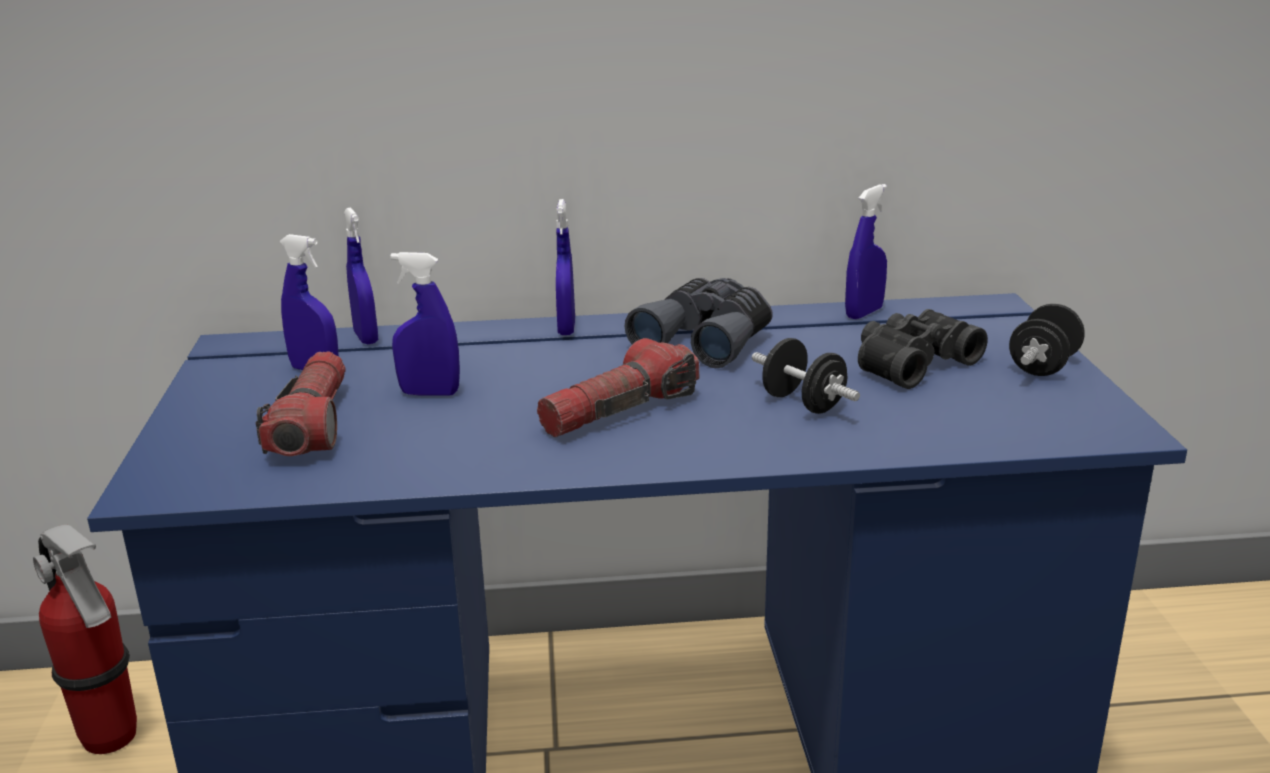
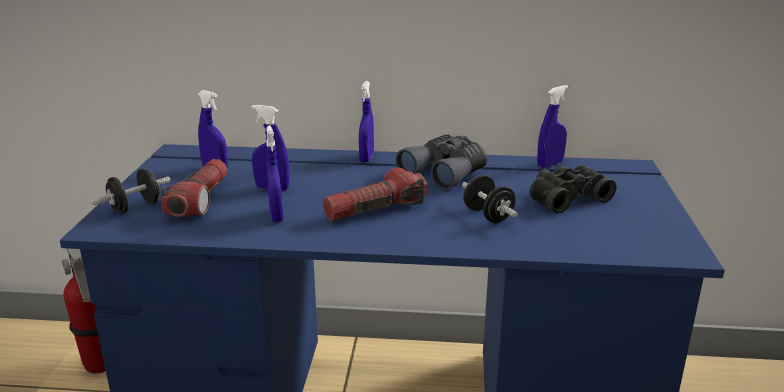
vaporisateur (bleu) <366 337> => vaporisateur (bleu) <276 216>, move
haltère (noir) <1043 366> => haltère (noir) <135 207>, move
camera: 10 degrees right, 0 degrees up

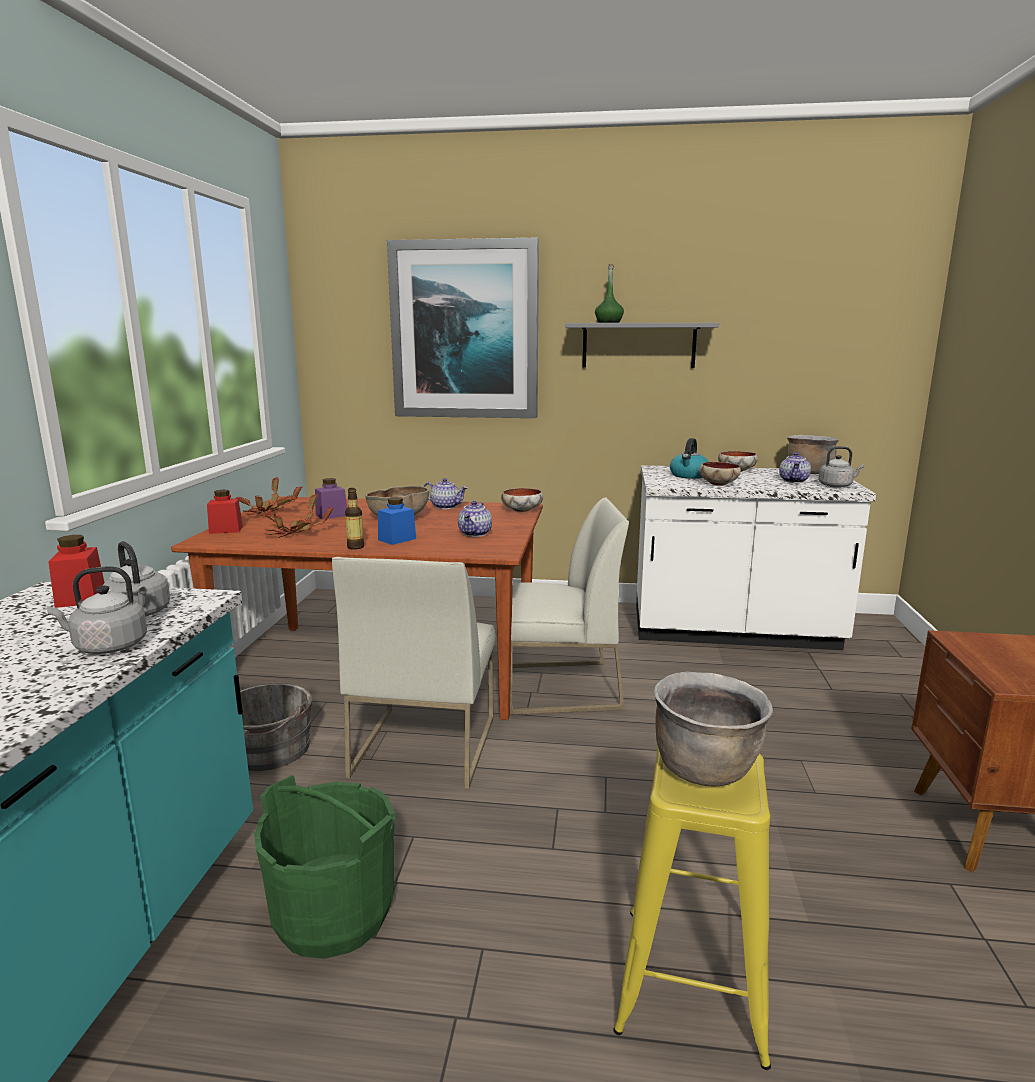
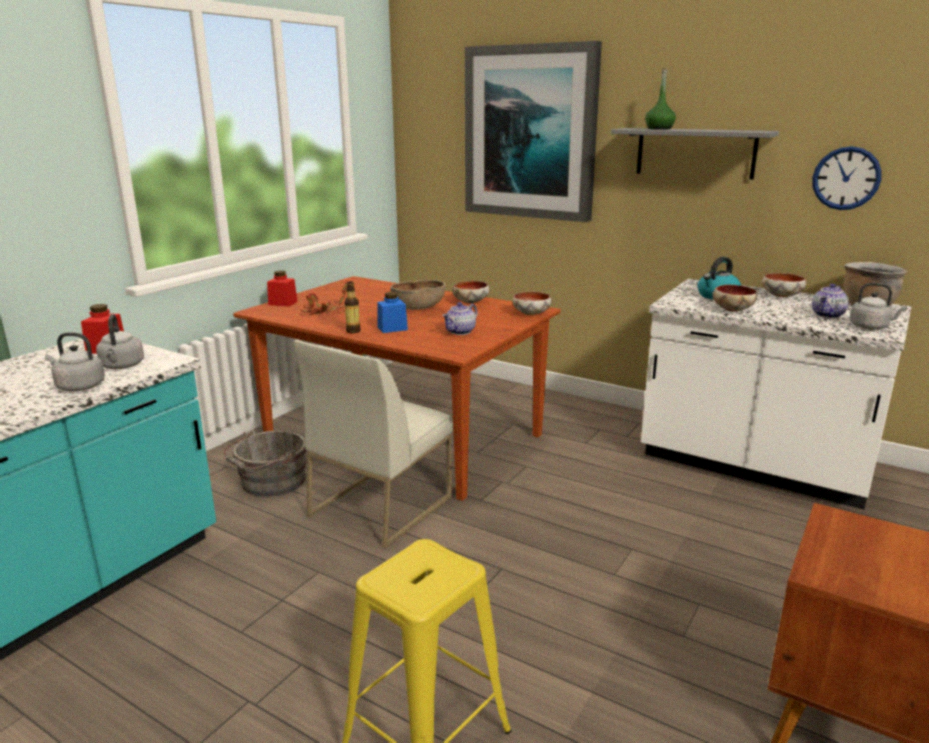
plante en pot <268 512> => nothing
seau (vert) <333 914> => nothing
bocal (violet) <331 515> => nothing
théière <446 506> => bol <471 301>
chaise (blanc) <558 687> => nothing
marmite (marron) <705 769> => nothing
nothing => horloge murale <846 178>
camera: 25 degrees right, 5 degrees up

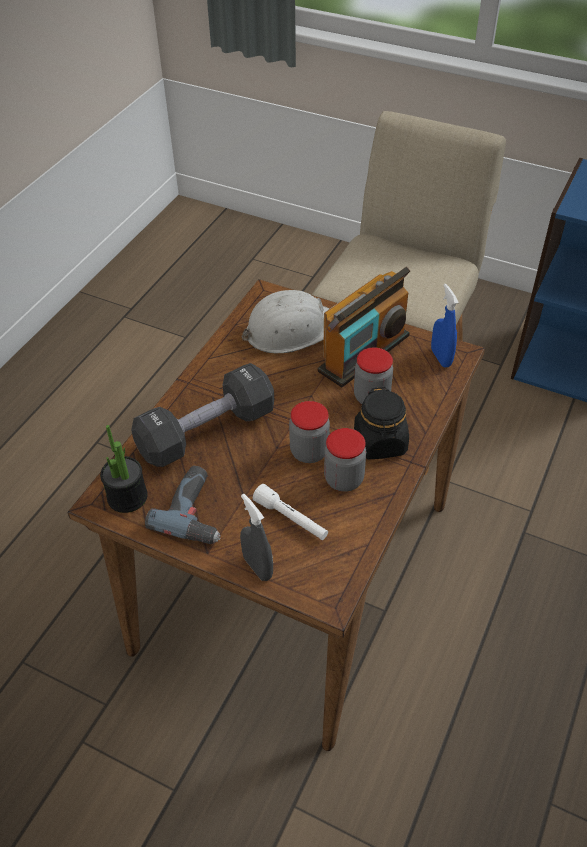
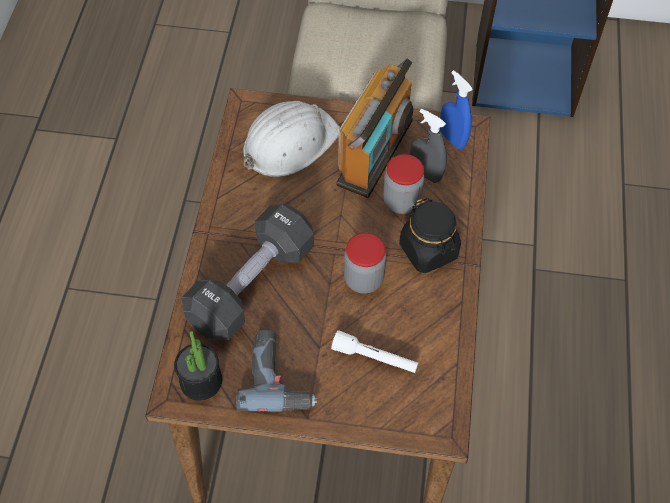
vaporisateur (gris) <257 567> => vaporisateur (gris) <425 174>, move
bocal <344 479> => nothing
camera: 20 degrees left, 10 degrees up

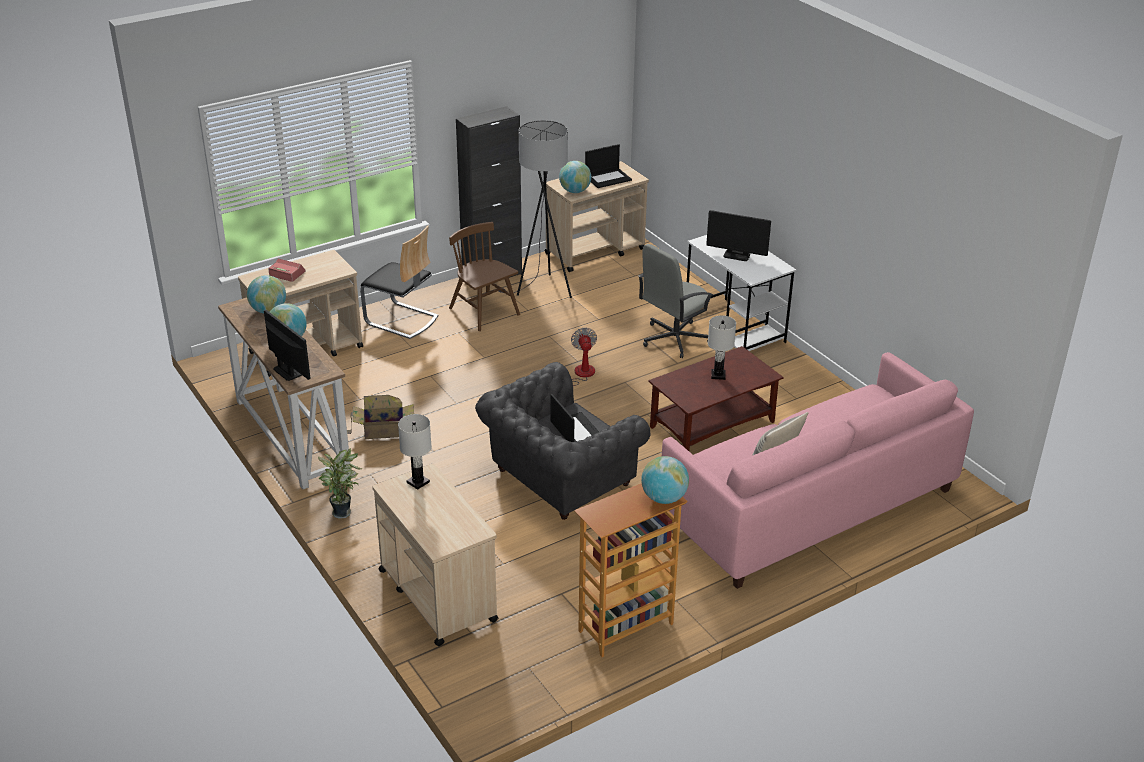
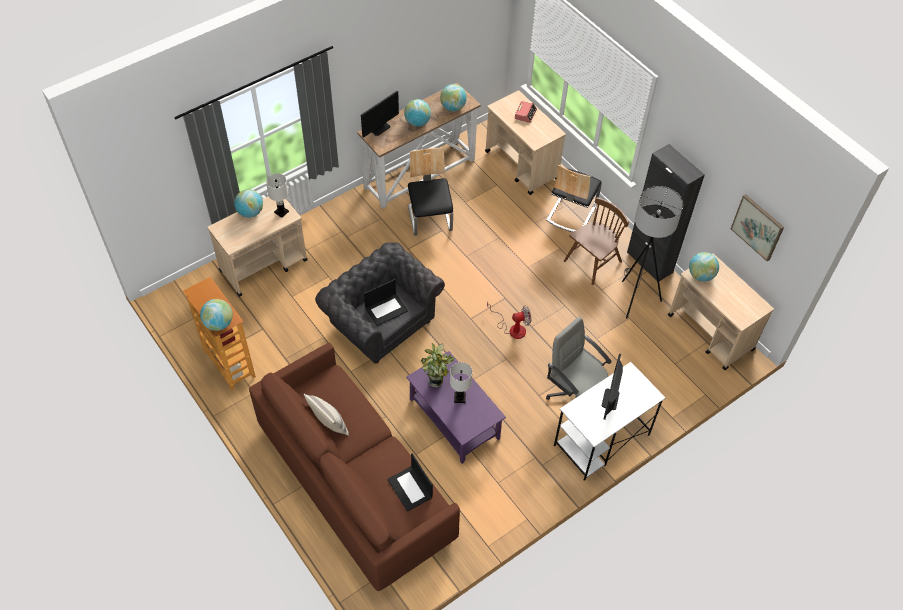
plante en pot <343 511> => plante en pot <437 382>, move
carton <382 430> => chaise <430 218>
ordinateur portable <608 178> => ordinateur portable <410 488>, move
table basse (marron) <711 425> => table basse (violet) <453 418>
canapé (rose) <809 506> => canapé (marron) <354 482>
nothing => globe <250 212>
nothing => tableau <757 227>
camera: 85 degrees right, 20 degrees up

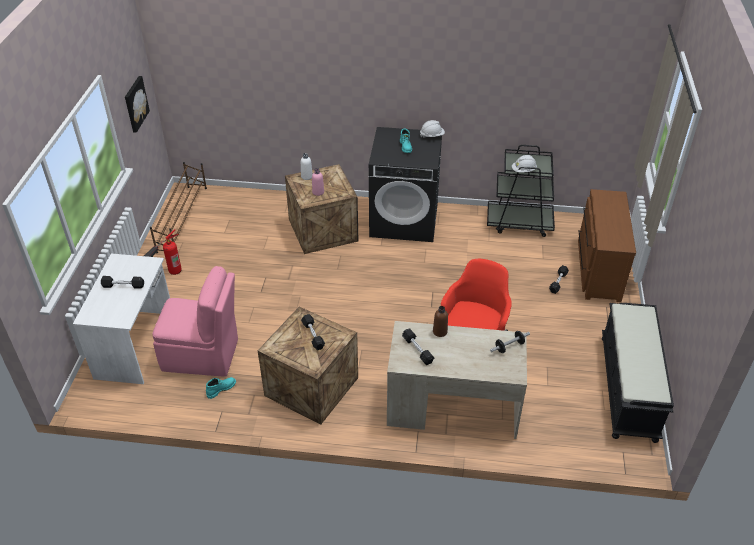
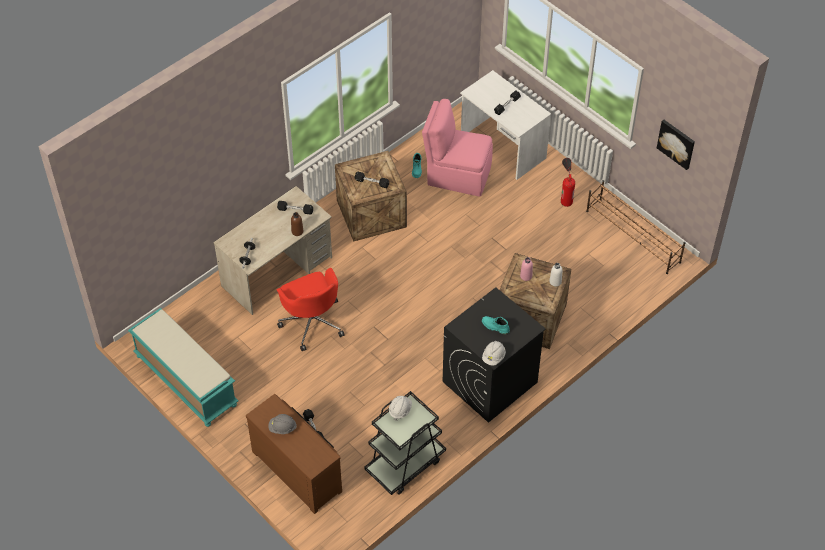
chaise (rose) <202 355> => chaise (rose) <457 175>, 60 degrees clockwise
banc (noir) <629 388> => banc (turquoise) <185 380>
nothing => casque de chantier (gris) <282 428>
camera: 130 degrees right, 10 degrees up

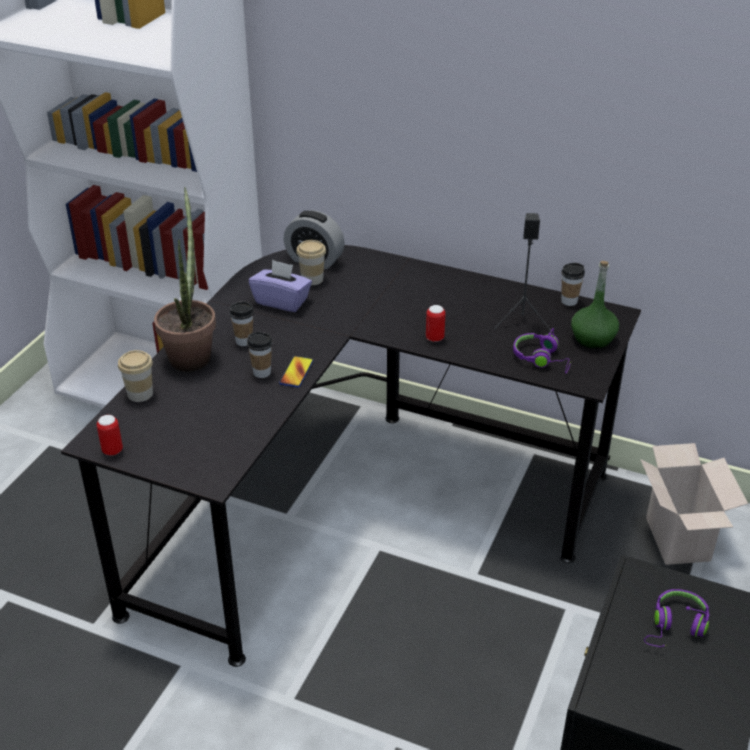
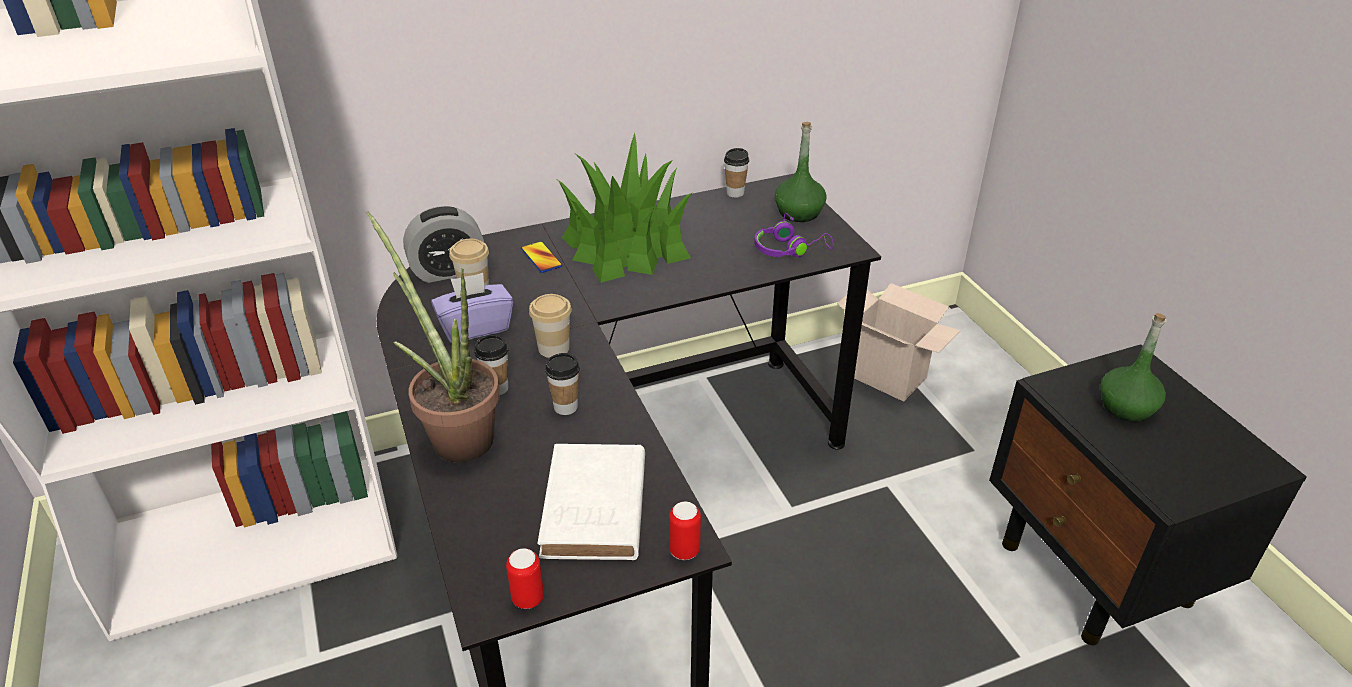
tasse <140 394> => tasse <553 348>, move
téléphone <296 372> => téléphone <541 258>, move
boîte métallique <434 338> => boîte métallique <684 550>, move
enceinte (noir) <522 320> => nothing
casque audio (violet) <675 626> => bouteille (vert) <1126 407>
nothing => livre (blanc) <594 510>
nothing => plante en pot <627 246>
camera: 45 degrees left, 0 degrees up

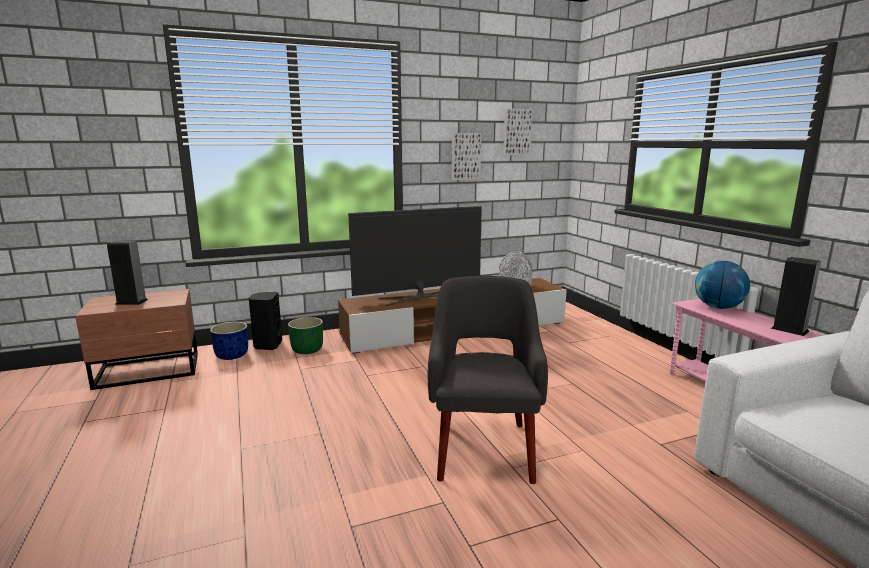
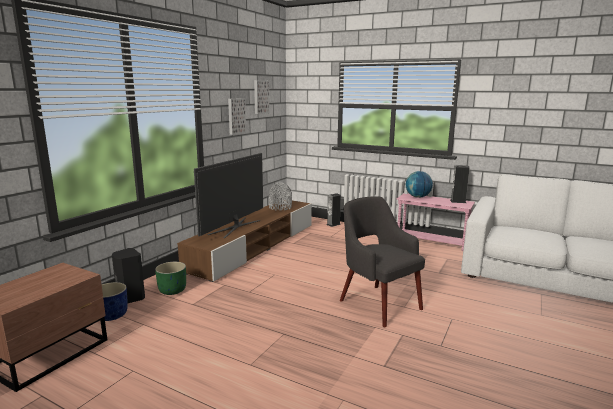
enceinte <131 302> => enceinte <333 224>, move
camera: 40 degrees left, 0 degrees up

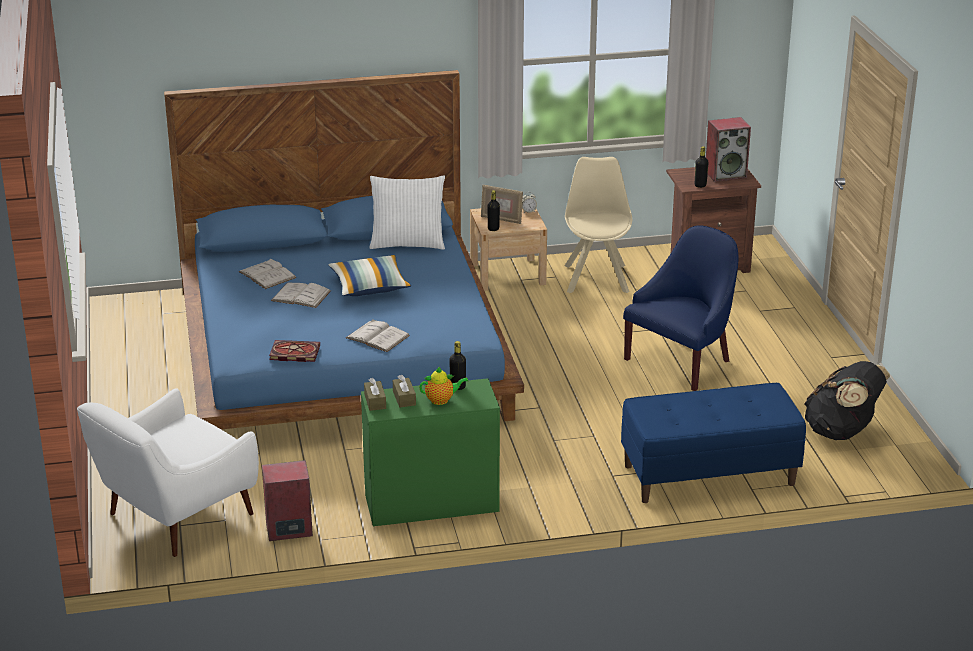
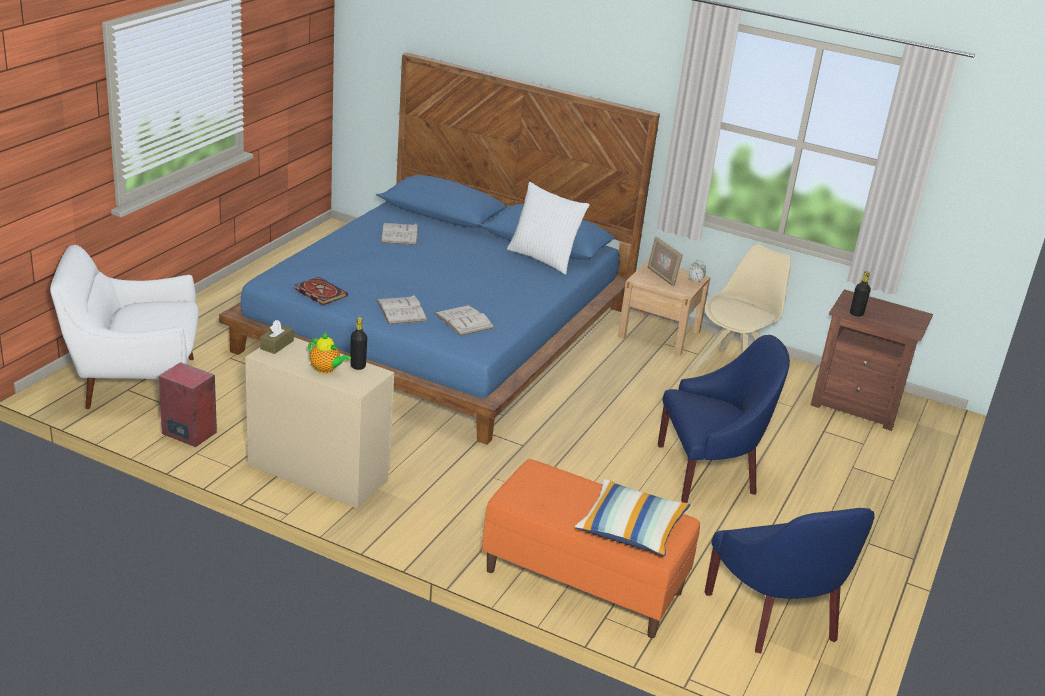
livre (blanc) <301 296> => livre (blanc) <464 320>, move
coussin <370 286> => coussin <631 529>, move
commode (vert) <430 502> => commode (beige) <318 471>
boîte à mouchoirs (marron) <404 398> => nothing
bouteille (noir) <493 229> => nothing
banc (bleu) <708 475> => banc (orange) <582 582>
enceinte <726 174> => nothing
sac à dos (noir) <842 432> => fauteuil (bleu) <777 617>
camera: 35 degrees right, 0 degrees up

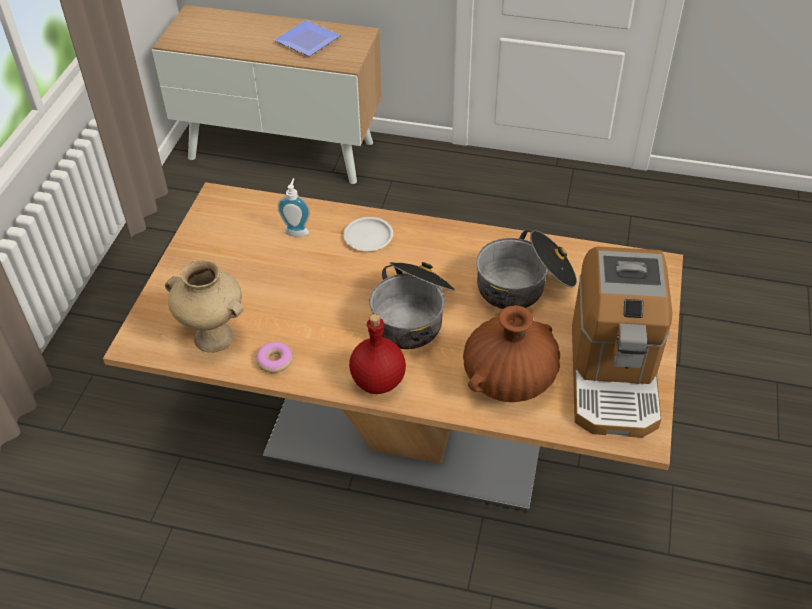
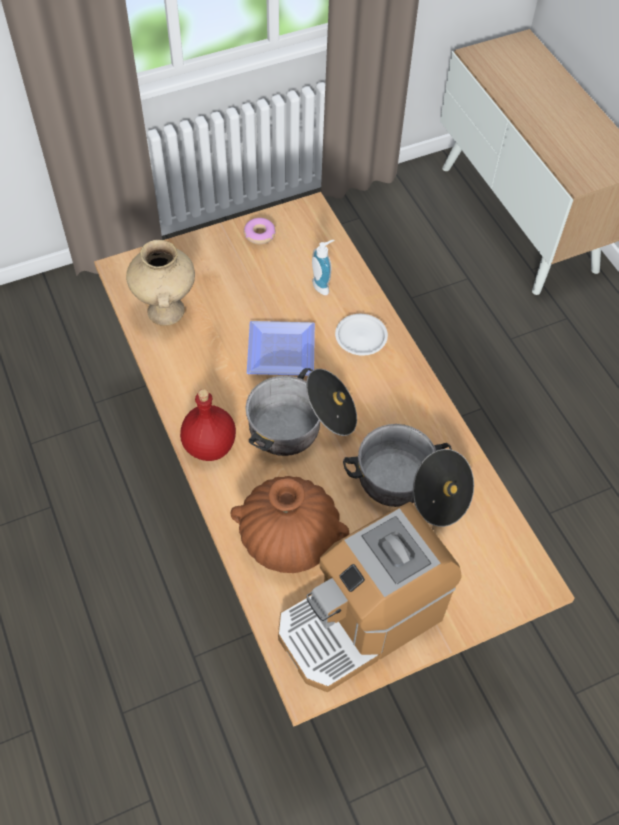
beignet <275 361> => beignet <259 234>, move
assiette <310 40> => assiette <283 352>, move
camera: 50 degrees right, 10 degrees up

